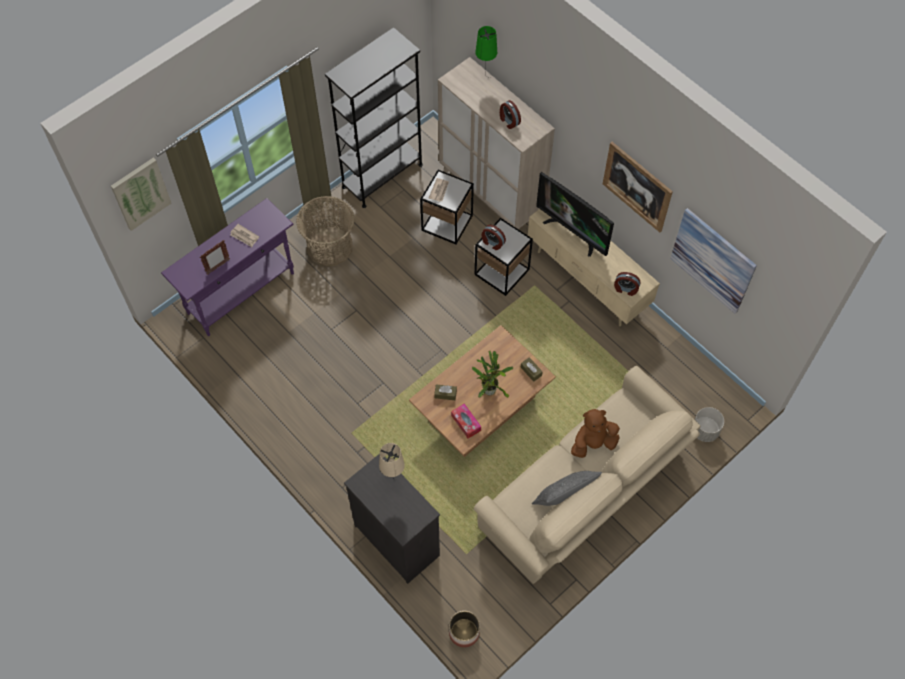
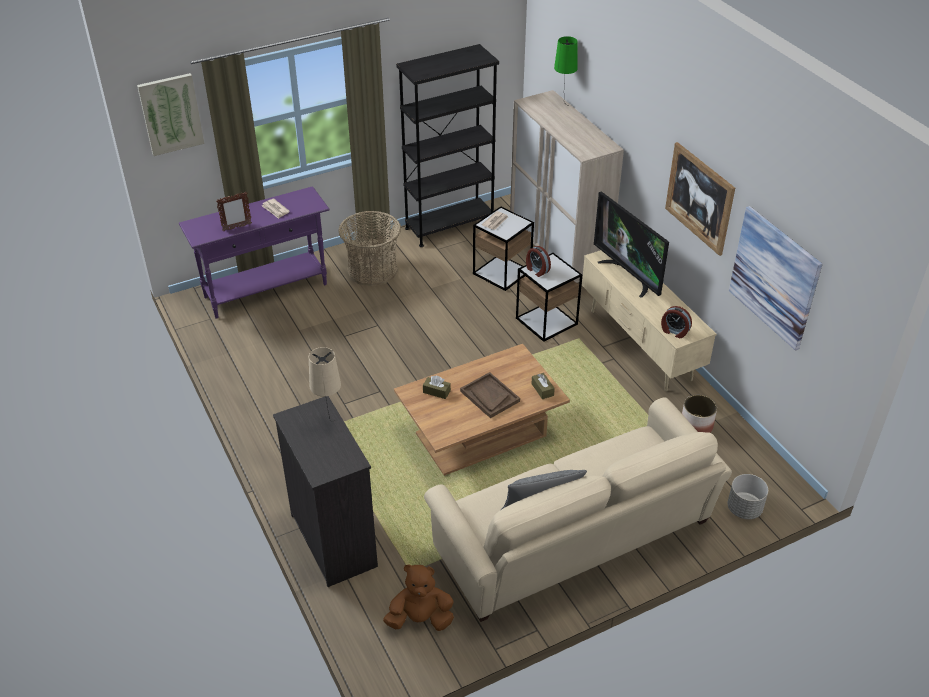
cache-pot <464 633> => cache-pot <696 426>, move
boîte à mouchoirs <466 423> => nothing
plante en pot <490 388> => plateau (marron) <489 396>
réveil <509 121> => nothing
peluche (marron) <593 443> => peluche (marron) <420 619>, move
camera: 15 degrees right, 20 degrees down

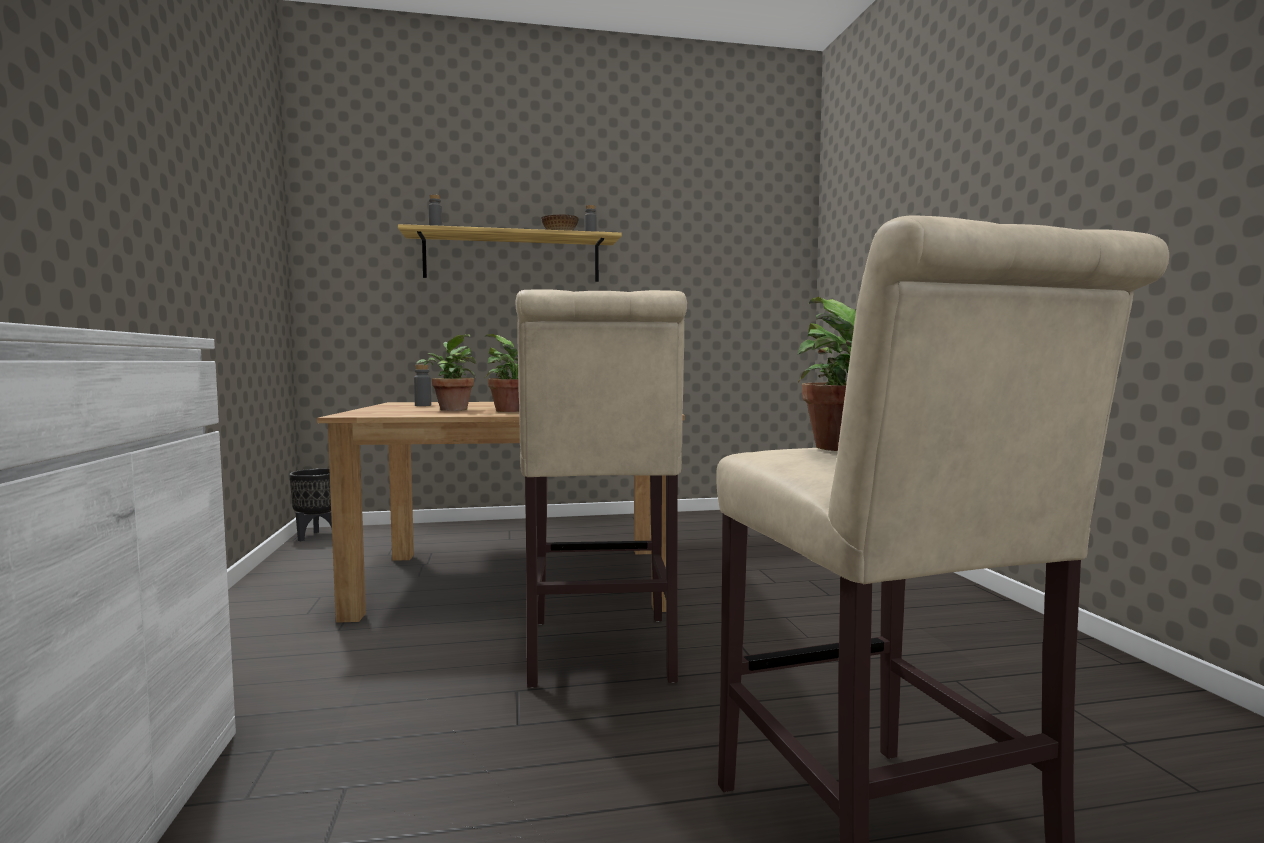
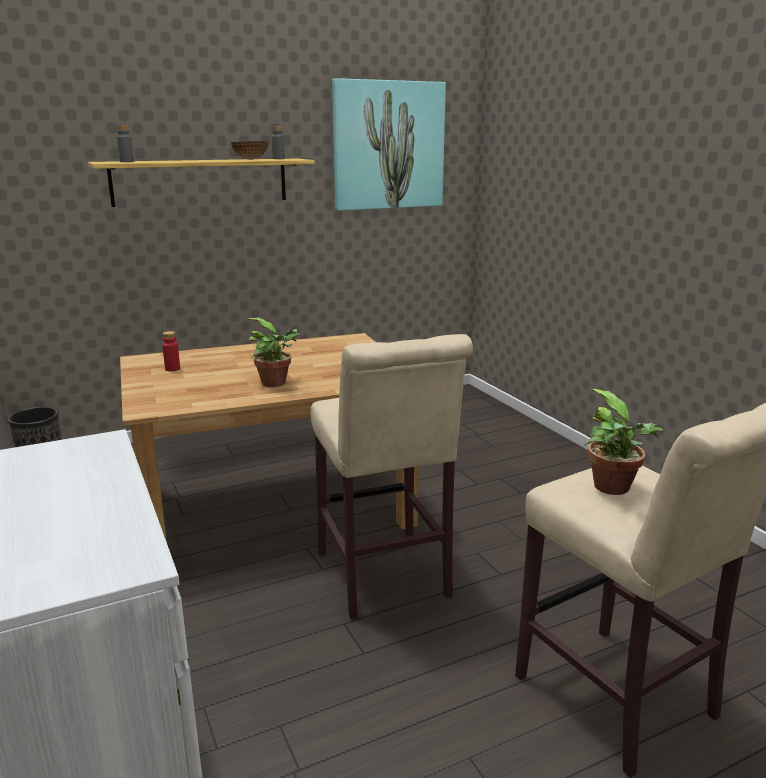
bouteille (gris) <423 405> => bouteille (rouge) <172 369>
plante en pot <451 409> => nothing
nothing => tableau <388 145>
camera: 15 degrees left, 15 degrees up

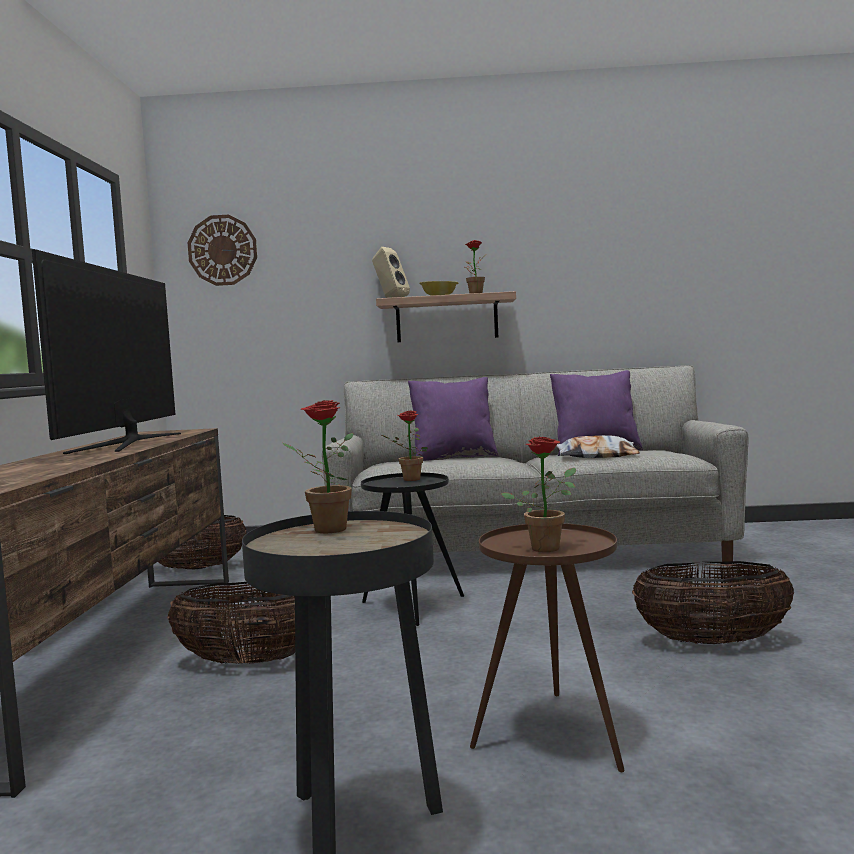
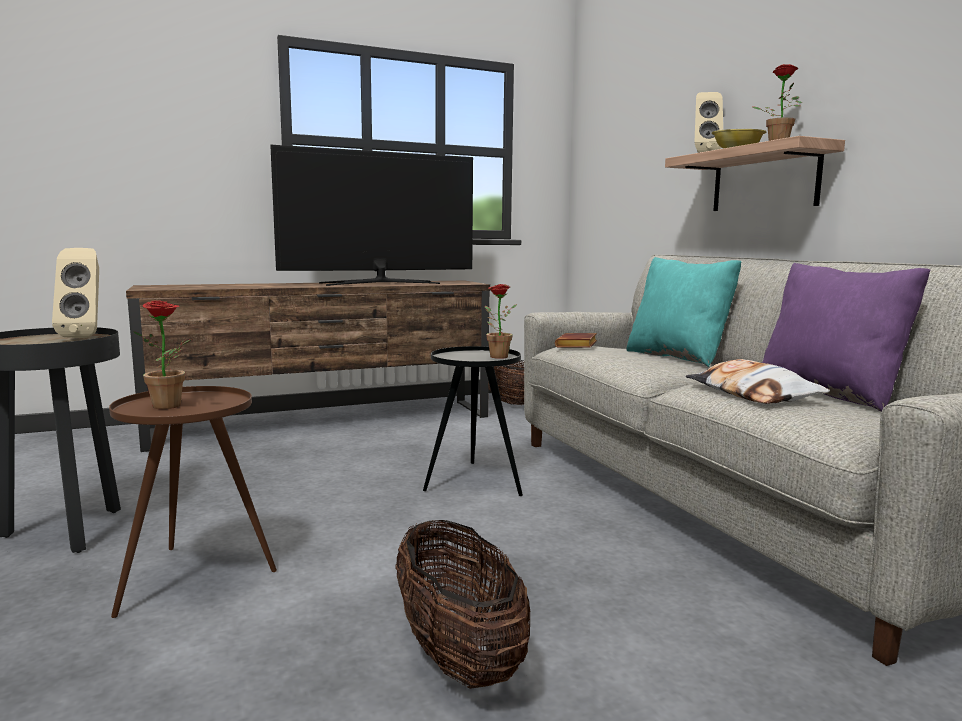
panier <249 661> => nothing
horloge murale <222 250> => nothing
plante en pot <323 529> => enceinte (beige) <86 337>
coussin (violet) <454 457> => coussin (turquoise) <678 357>
nothing => livre (marron) <577 346>
camera: 65 degrees right, 5 degrees up

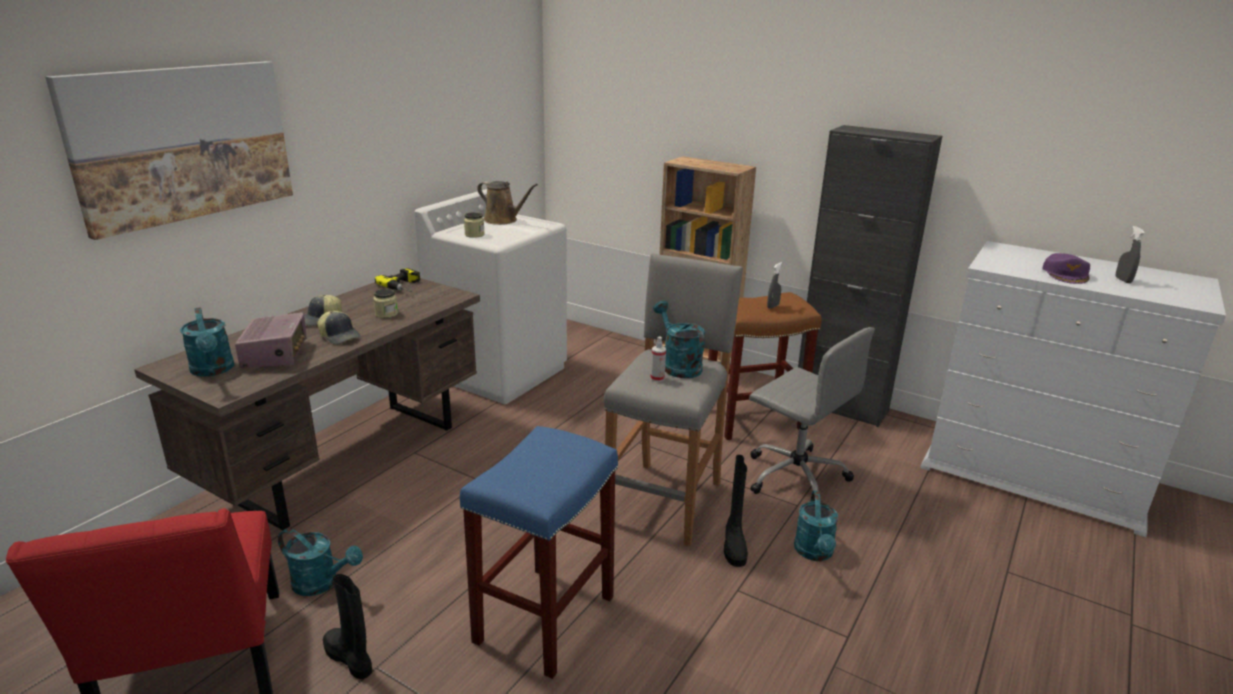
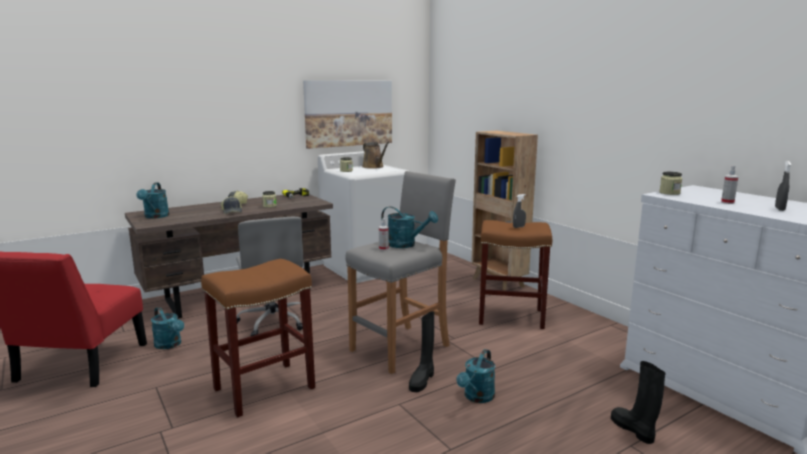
tableau <183 143> => tableau <348 113>, move
radio <275 355> => nothing
botte (noir) <350 658> => botte (noir) <633 430>, move
tabouret (bleu) <545 620> => tabouret (marron) <263 389>
arrosoir (turquoise) <678 365> => arrosoir (turquoise) <406 245>, 120 degrees clockwise
chaise de bureau (gris) <794 475> => chaise de bureau (gris) <273 321>, move
meuble de rangement (noir) <840 406> => nothing
casquette (violet) <1066 274> => vaporisateur <727 202>
nothing => bocal <669 193>
camera: 25 degrees right, 10 degrees down

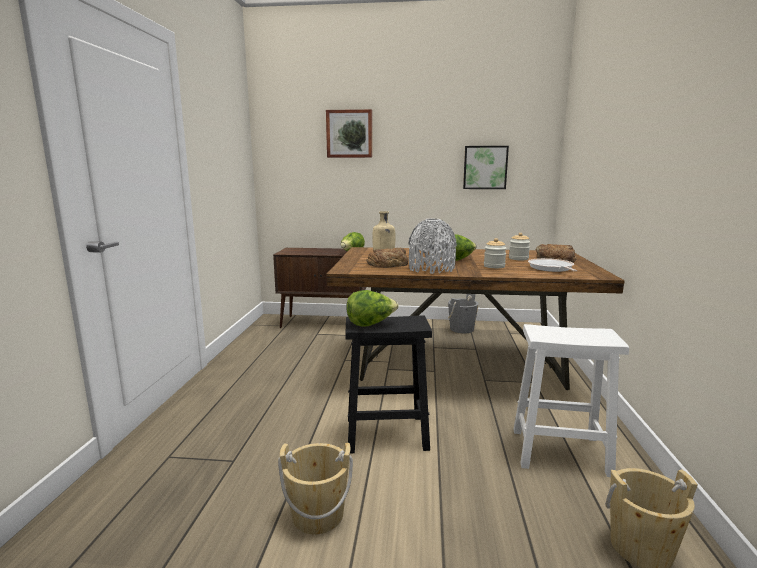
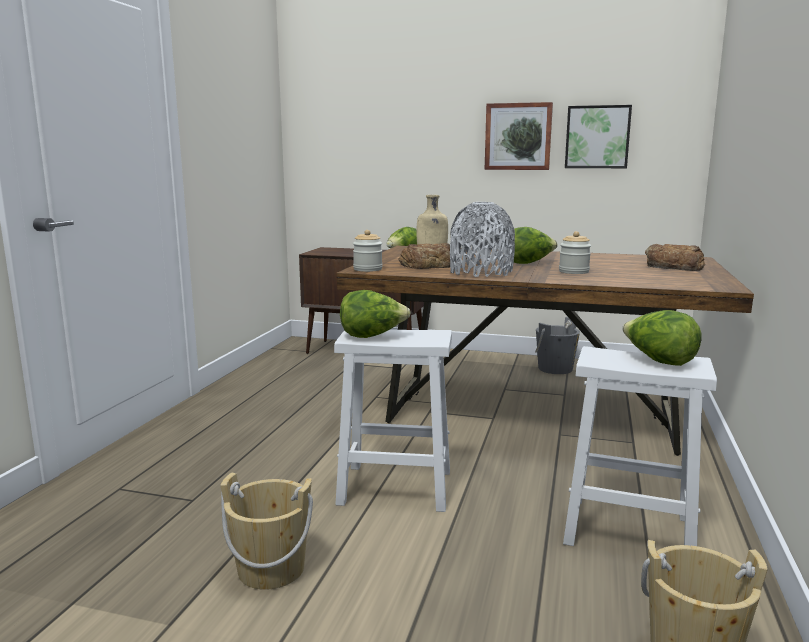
tableau <349 134> => tableau <518 136>, move
tabouret (noir) <385 434> => tabouret (blanc) <393 487>
bocal <518 258> => bocal <367 269>, move
poêle <551 268> => nothing
nothing => laitue <658 361>
camera: 10 degrees right, 0 degrees up

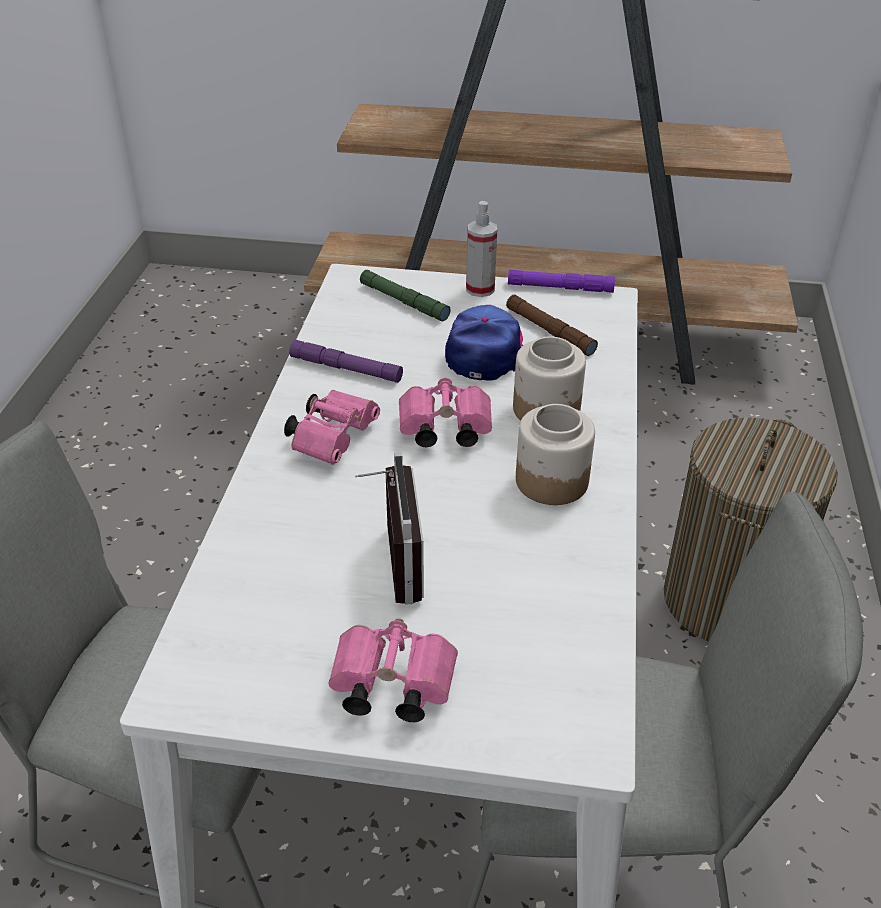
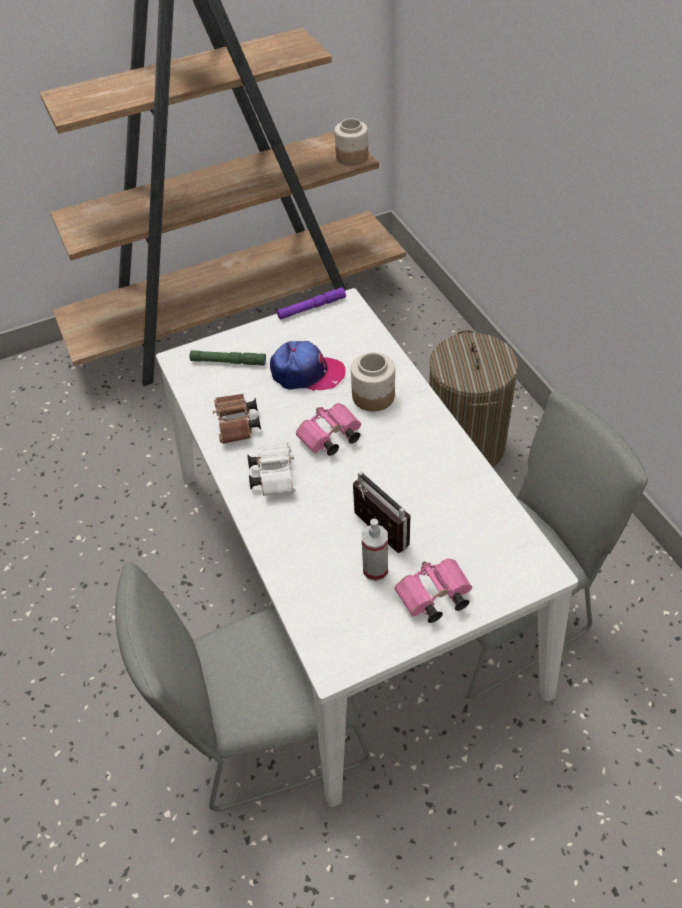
jumelles (rose) <334 437> => jumelles (blanc) <274 475>
lampe de poche (violet) <346 368> => jumelles (marron) <237 426>
casquette <485 350> => casquette <307 373>, 120 degrees clockwise
vaporisateur <480 289> => vaporisateur <375 570>, move
lampe de poche (marron) <549 331> => nothing
bocal <551 480> => bocal <351 157>, move
camera: 30 degrees left, 10 degrees up

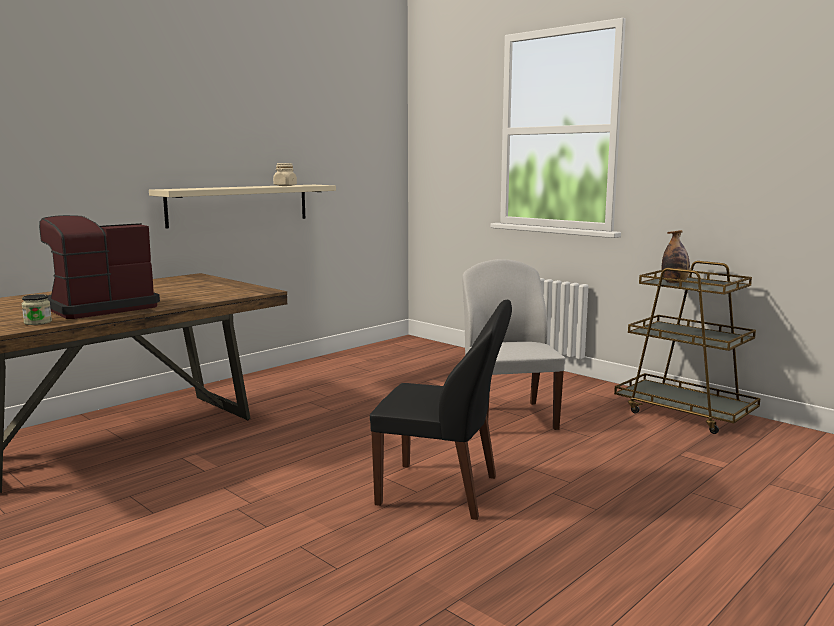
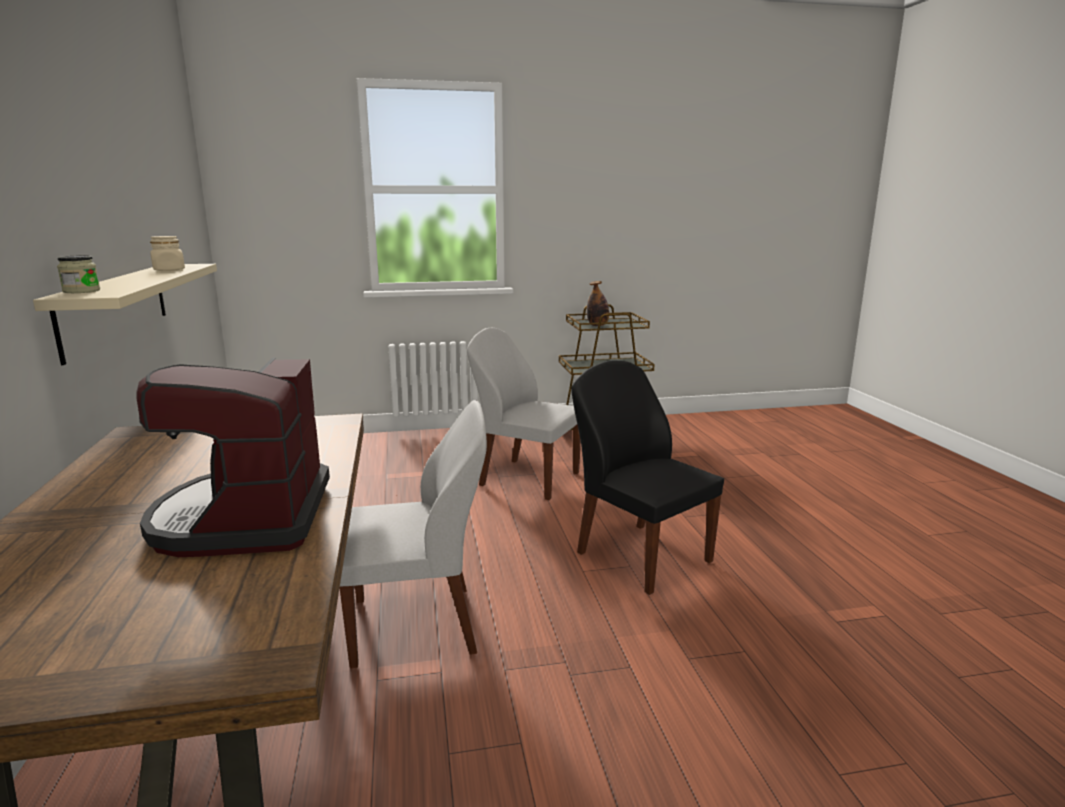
bocal <38 322> => bocal <81 291>, move
chaise (noir) <442 491> => chaise (noir) <641 555>, 90 degrees counterclockwise
nothing => chaise (blanc) <418 625>
camera: 55 degrees left, 5 degrees up

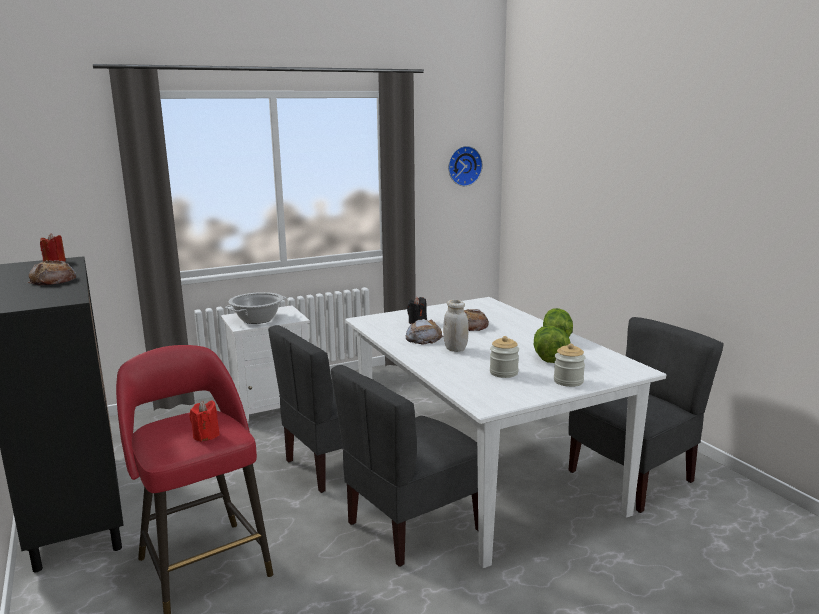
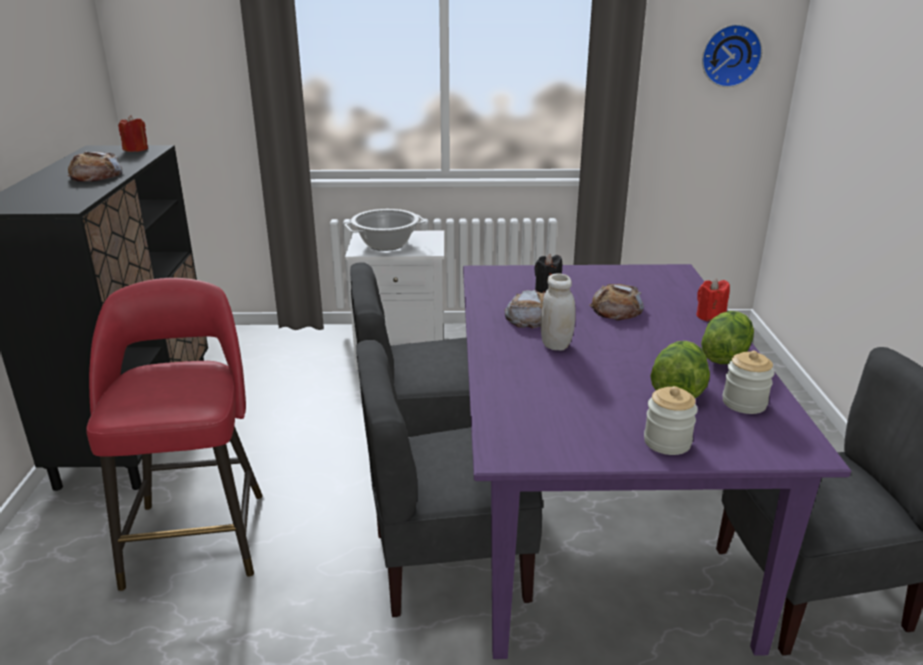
bougie (rouge) <206 435> => bougie (rouge) <710 316>, move
table à manger (blanc) <484 471> => table à manger (violet) <595 514>
bocal <503 373> => bocal <744 403>, move
camera: 25 degrees right, 10 degrees up

